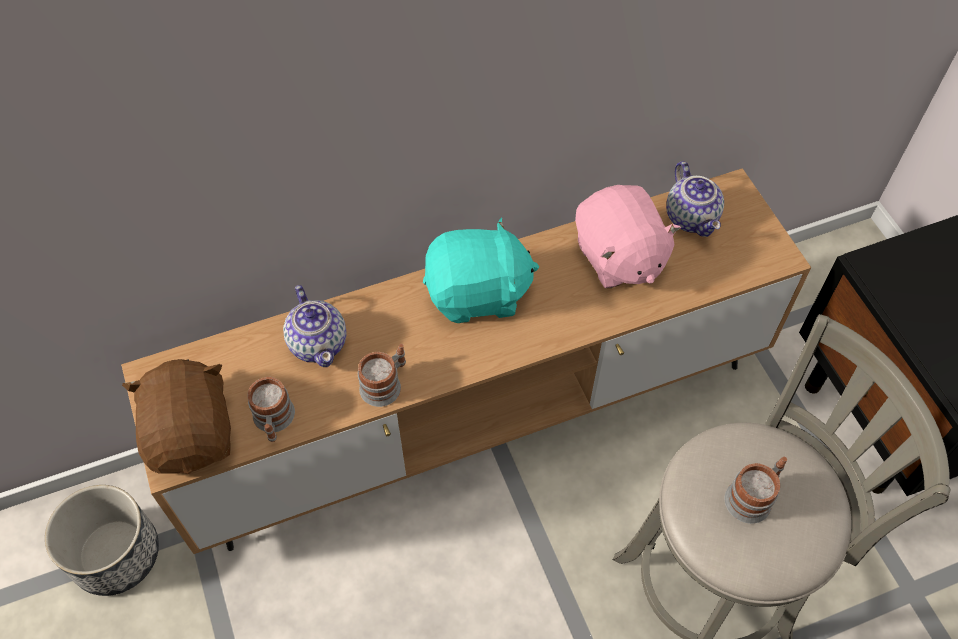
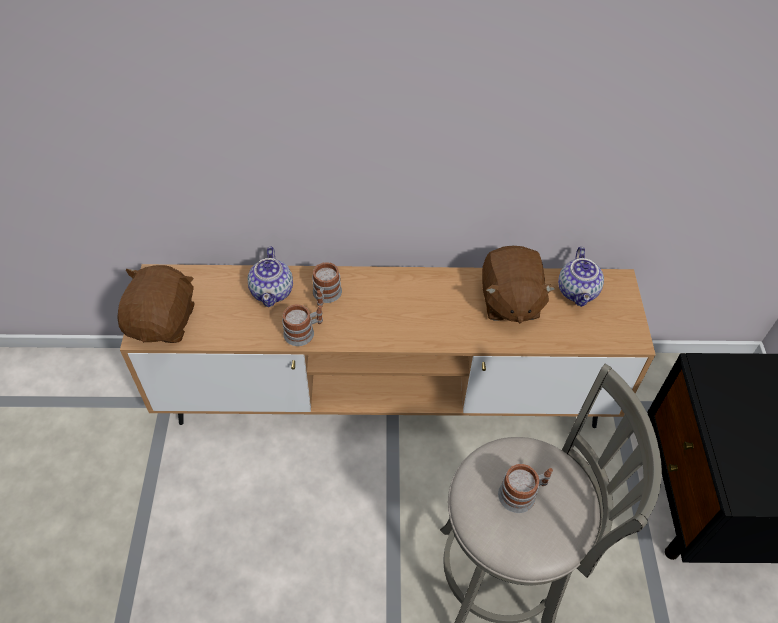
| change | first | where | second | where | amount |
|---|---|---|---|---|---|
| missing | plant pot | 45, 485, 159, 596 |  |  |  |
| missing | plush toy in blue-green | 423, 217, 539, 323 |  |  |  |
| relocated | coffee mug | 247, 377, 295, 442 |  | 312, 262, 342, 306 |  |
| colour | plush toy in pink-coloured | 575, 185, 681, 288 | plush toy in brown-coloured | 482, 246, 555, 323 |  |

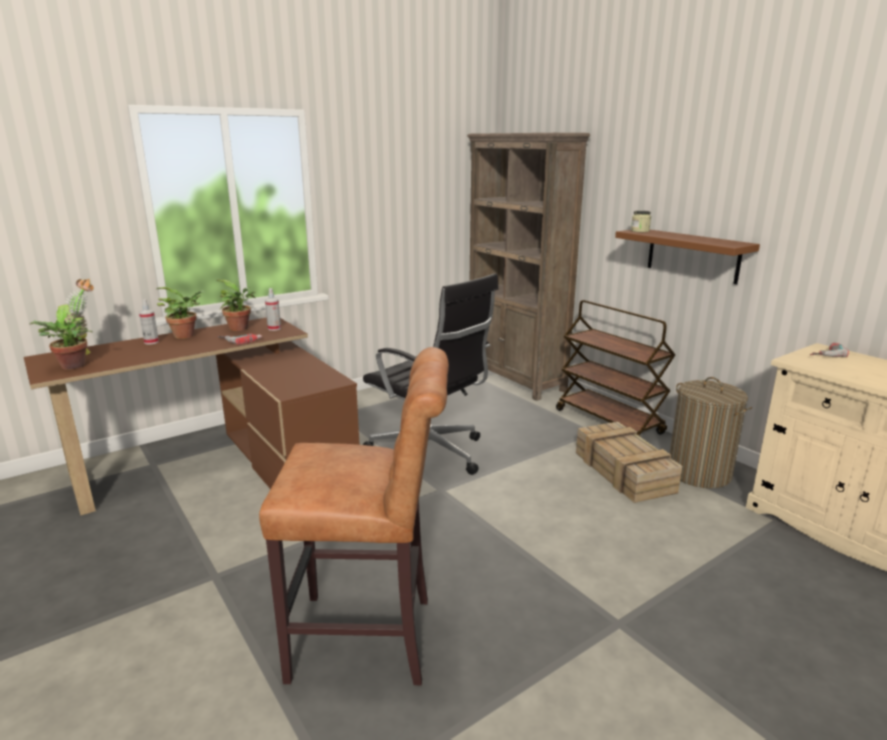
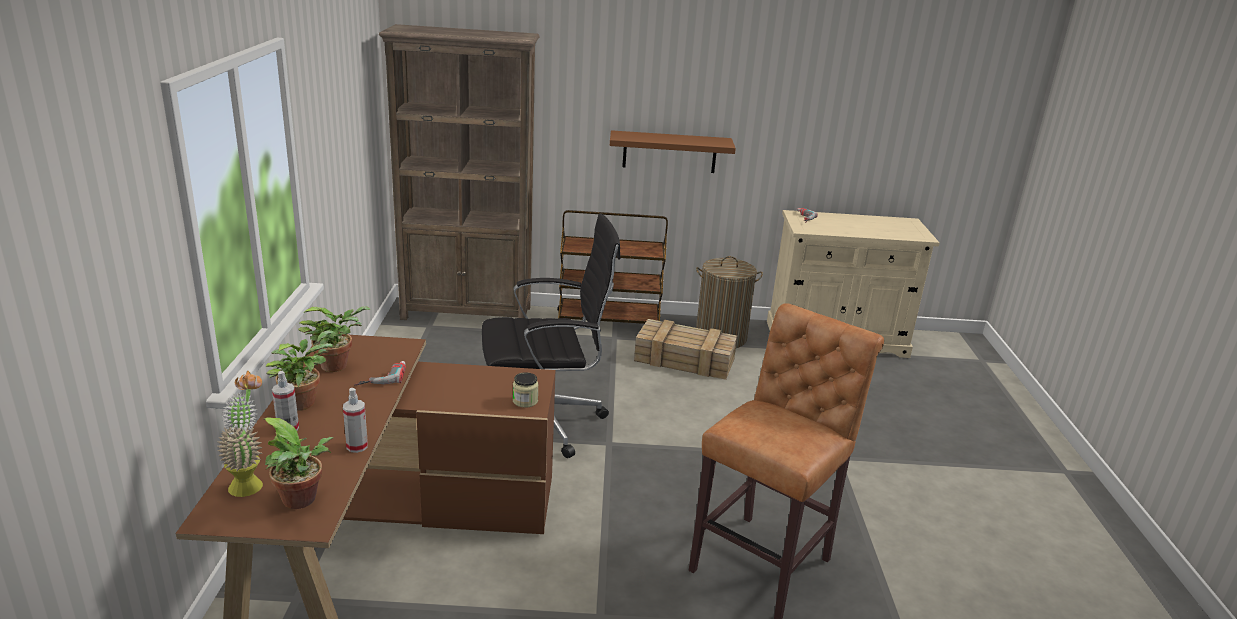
| change | first | where | second | where | amount |
|---|---|---|---|---|---|
| relocated | sprayer | 265, 288, 281, 331 |  | 343, 388, 368, 453 |  |
| relocated | preserve jar | 631, 211, 651, 232 |  | 513, 372, 539, 408 |  |

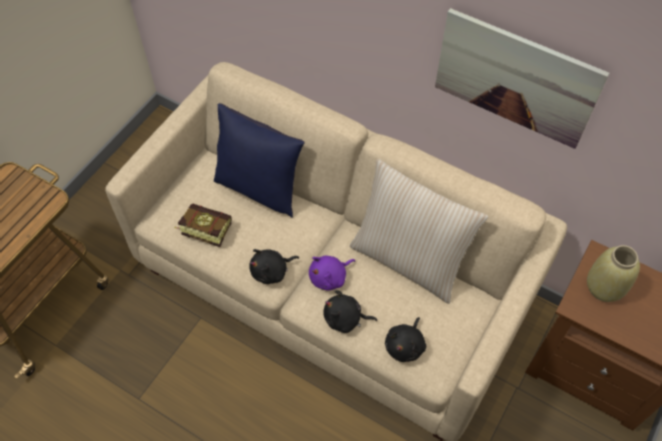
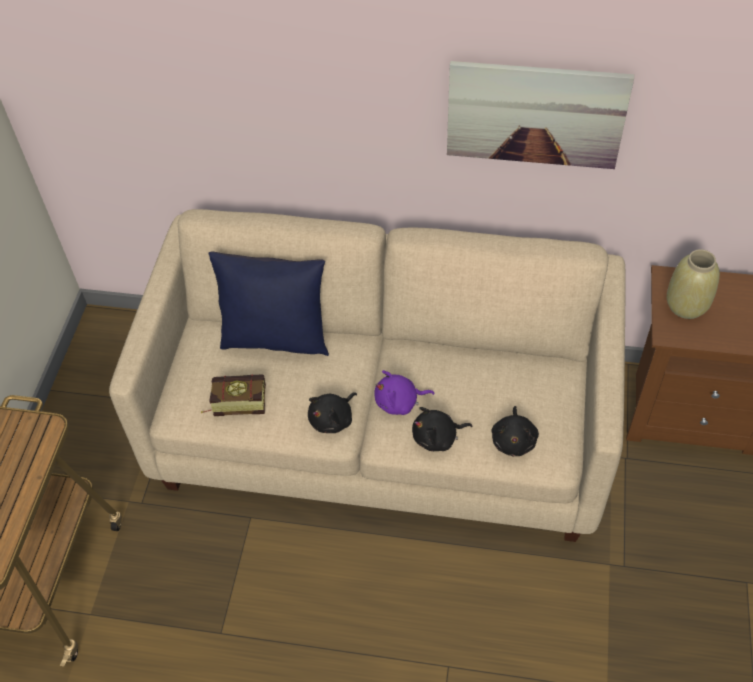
| change | first | where | second | where | amount |
|---|---|---|---|---|---|
| missing | cushion in beige | 350, 159, 488, 304 |  |  |  |
| spun | plush toy in purplish | 309, 256, 355, 291 |  | 374, 370, 435, 415 | 45 degrees clockwise |

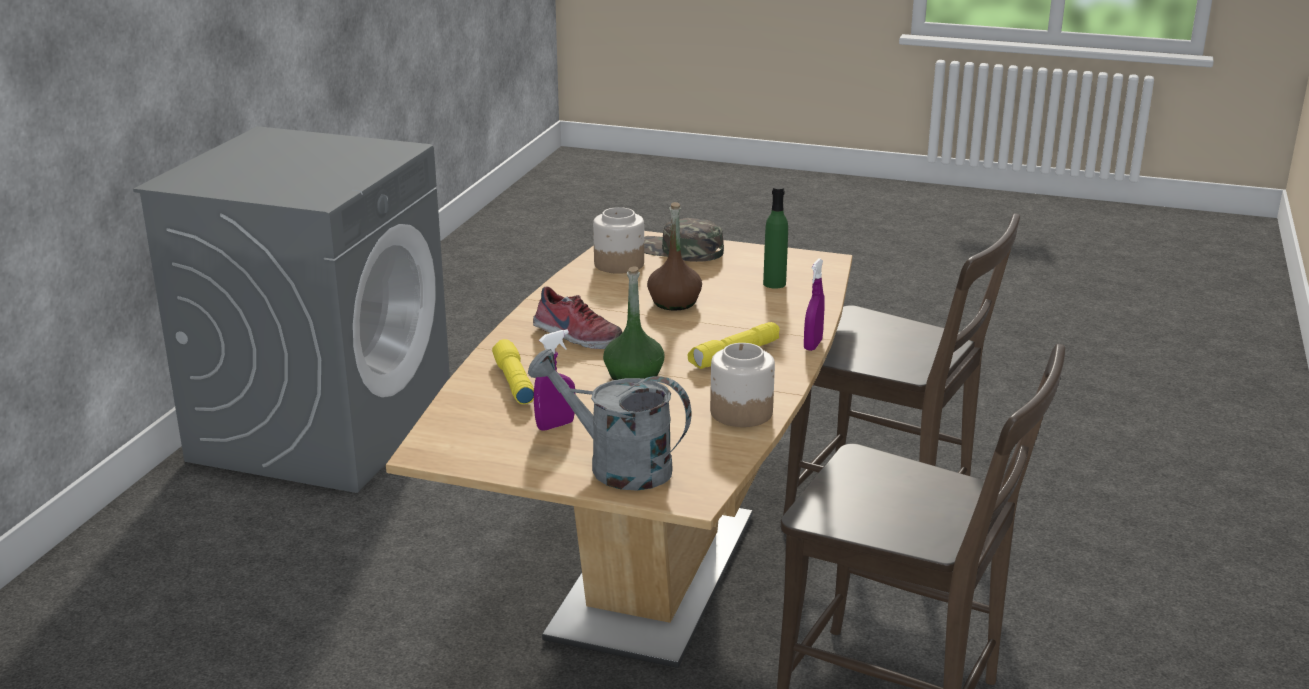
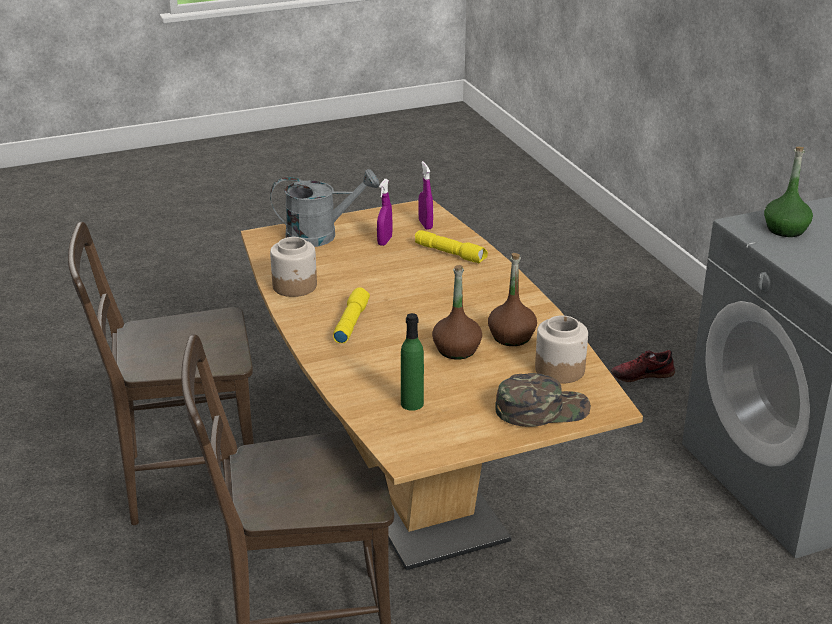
| change | first | where | second | where | amount |
|---|---|---|---|---|---|
| appeared |  |  | beverage bottle in brown-coloured | 488, 253, 537, 346 |  |
| relocated | shoe | 533, 286, 622, 349 |  | 611, 350, 675, 383 |  |
| relocated | beverage bottle in green-coloured | 603, 266, 665, 380 |  | 764, 147, 813, 237 |  |
| relocated | sprayer in purplish | 804, 258, 825, 351 |  | 418, 161, 433, 230 |  |

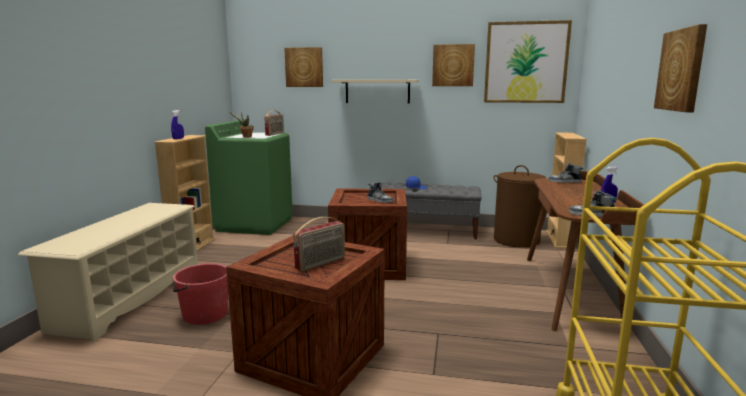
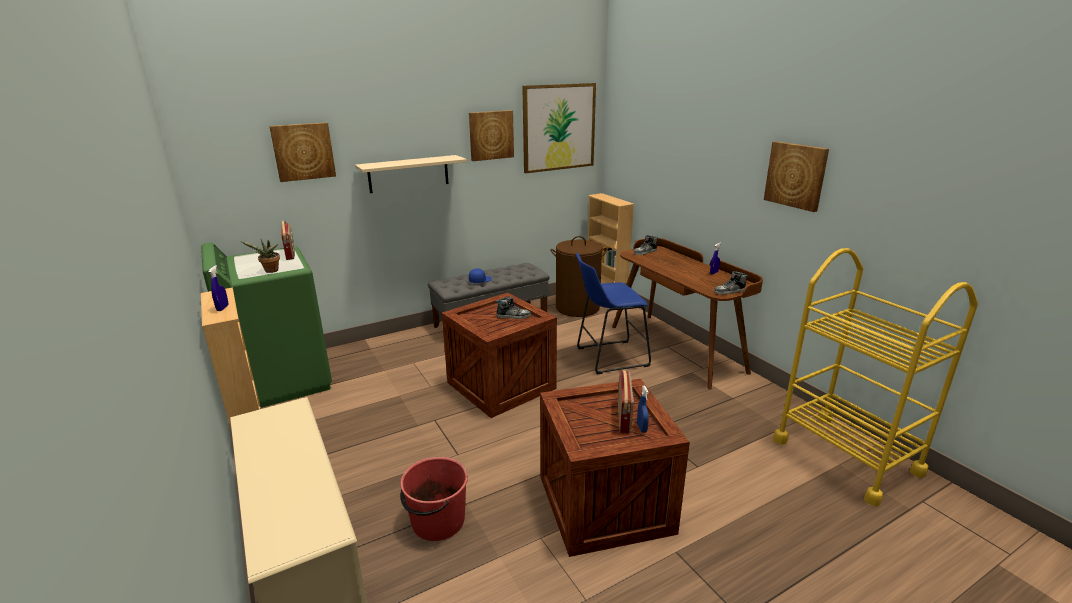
| change | first | where | second | where | amount |
|---|---|---|---|---|---|
| appeared |  |  | stool seat in blue | 576, 253, 651, 375 |  |
| appeared |  |  | sprayer in blue | 637, 385, 649, 433 |  |

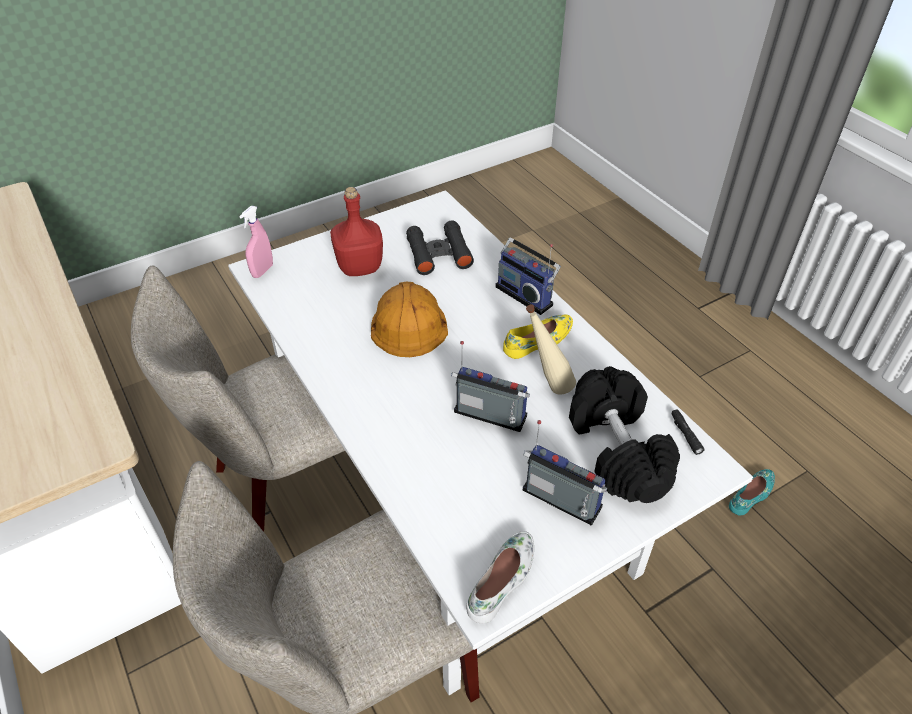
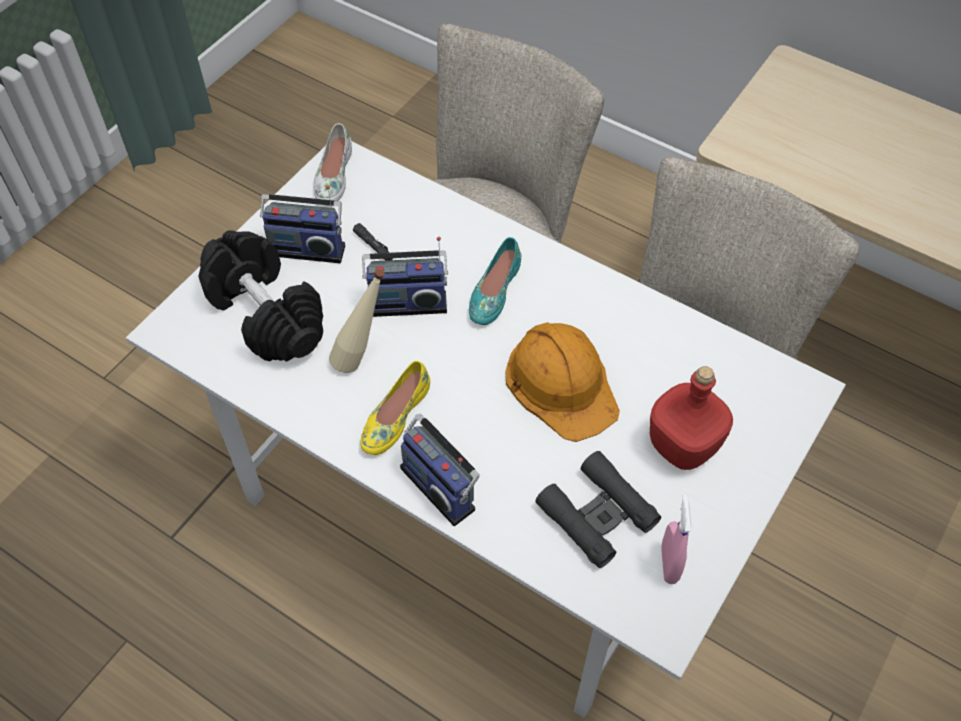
| change | first | where | second | where | amount |
|---|---|---|---|---|---|
| relocated | sprayer in pink-coloured | 239, 206, 273, 278 |  | 661, 495, 691, 584 |  |
| relocated | flashlight in black-coloured | 671, 409, 704, 455 |  | 353, 223, 393, 261 |  |
| relocated | shoe in blue-green | 729, 469, 775, 516 |  | 469, 237, 521, 325 |  |
| spun | radio receiver | 495, 238, 561, 315 |  | 400, 414, 480, 526 | 150 degrees counterclockwise |

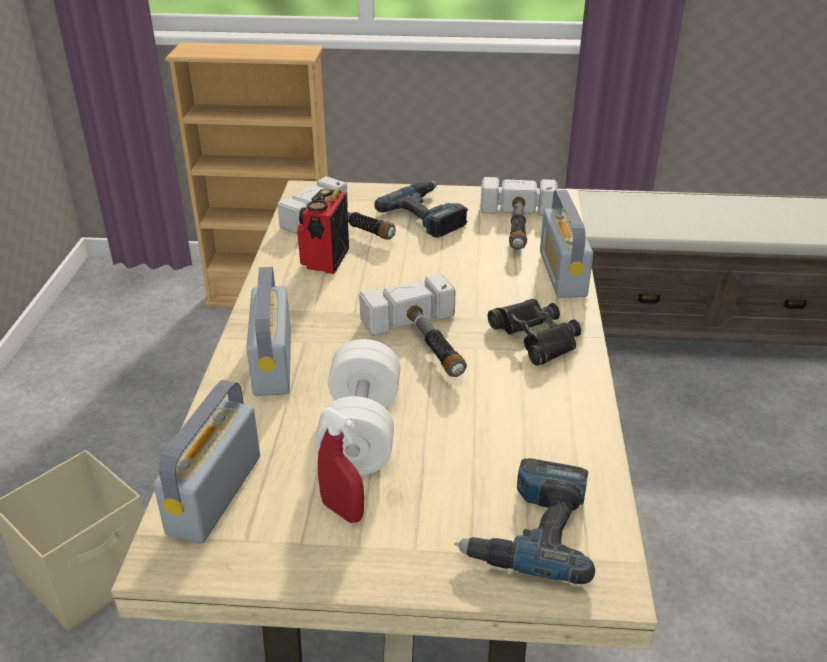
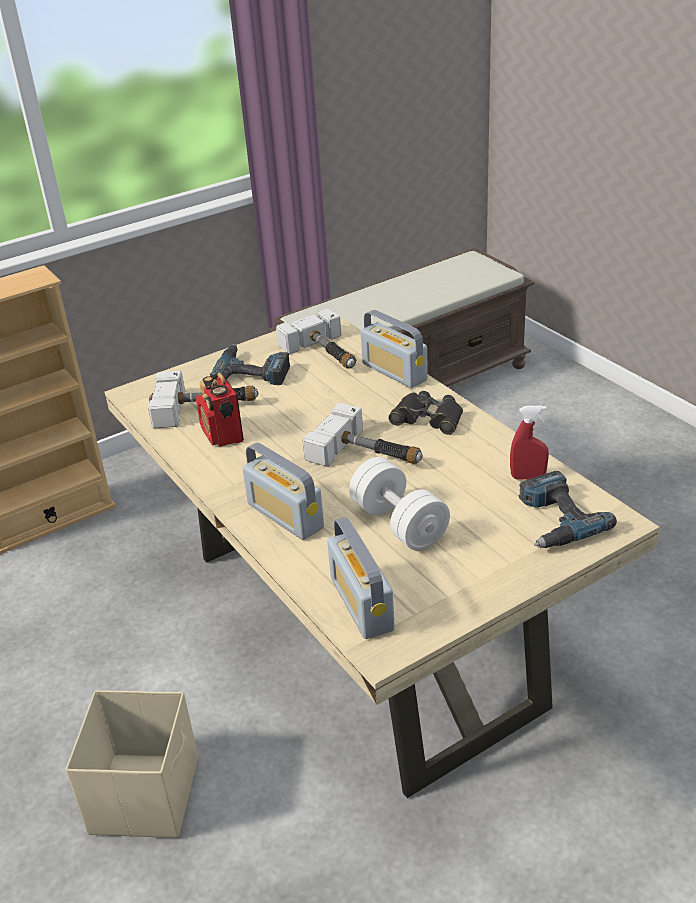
| change | first | where | second | where | amount |
|---|---|---|---|---|---|
| relocated | sprayer in red | 318, 407, 364, 523 |  | 510, 405, 549, 479 |  |

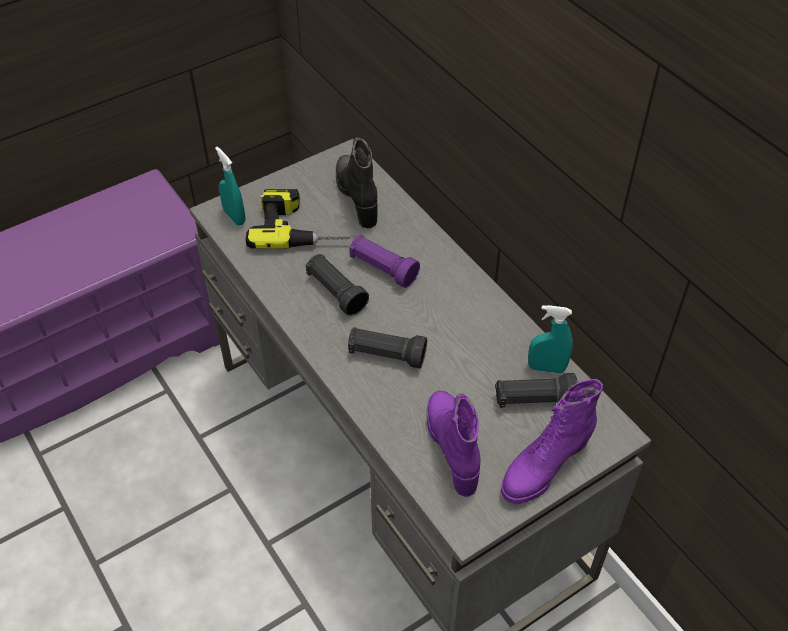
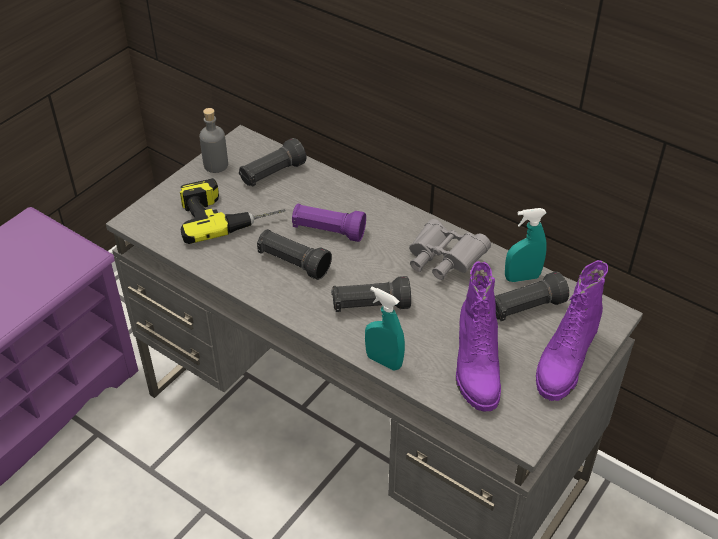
| change | first | where | second | where | amount |
|---|---|---|---|---|---|
| appeared |  |  | beverage bottle in grey | 199, 108, 228, 173 |  |
| appeared |  |  | field glasses in grey | 409, 219, 491, 280 |  |
| relocated | sprayer in blue-green | 215, 147, 245, 226 |  | 365, 287, 405, 371 |  |
| exchanged | high-top boot in black-coloured | 336, 137, 377, 228 | flashlight in black-coloured | 239, 138, 306, 187 |  |
| spun | high-top boot in purplish | 427, 391, 480, 497 |  | 456, 261, 501, 412 | 150 degrees counterclockwise |

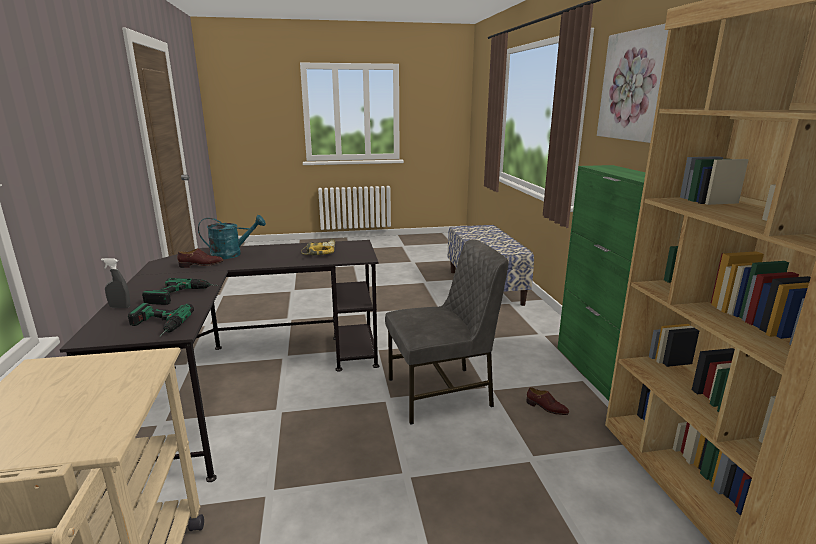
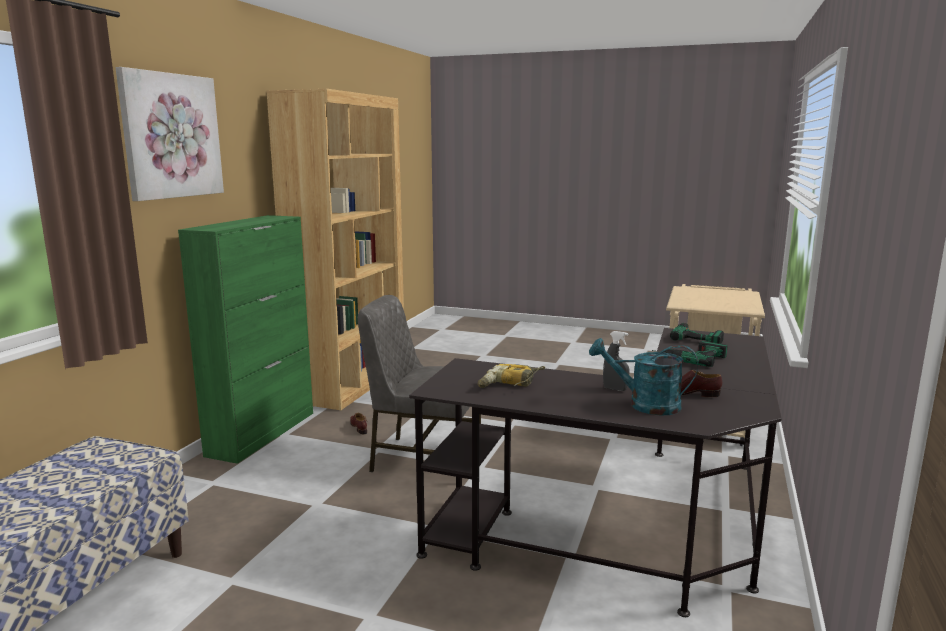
| change | first | where | second | where | amount |
|---|---|---|---|---|---|
| relocated | sprayer in grey | 101, 258, 131, 308 |  | 603, 331, 629, 391 |  |

